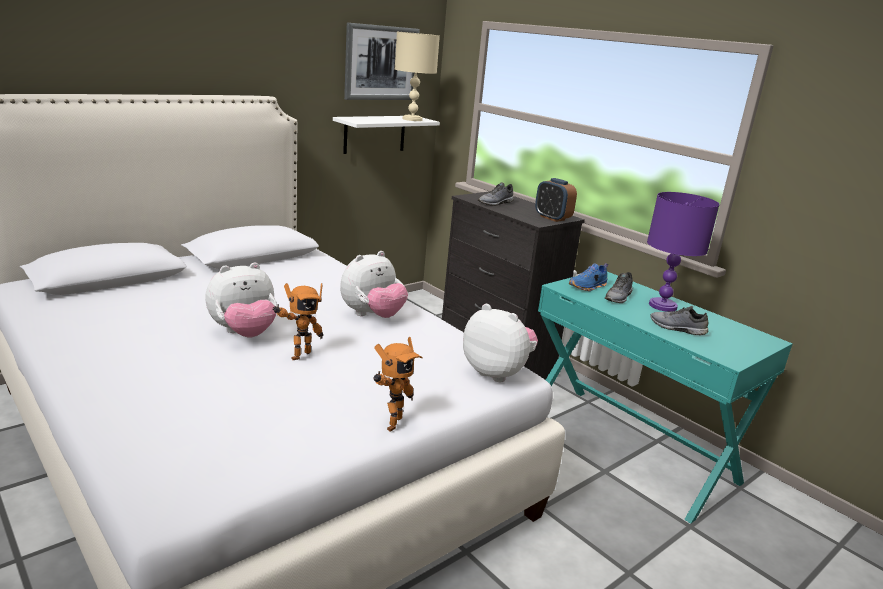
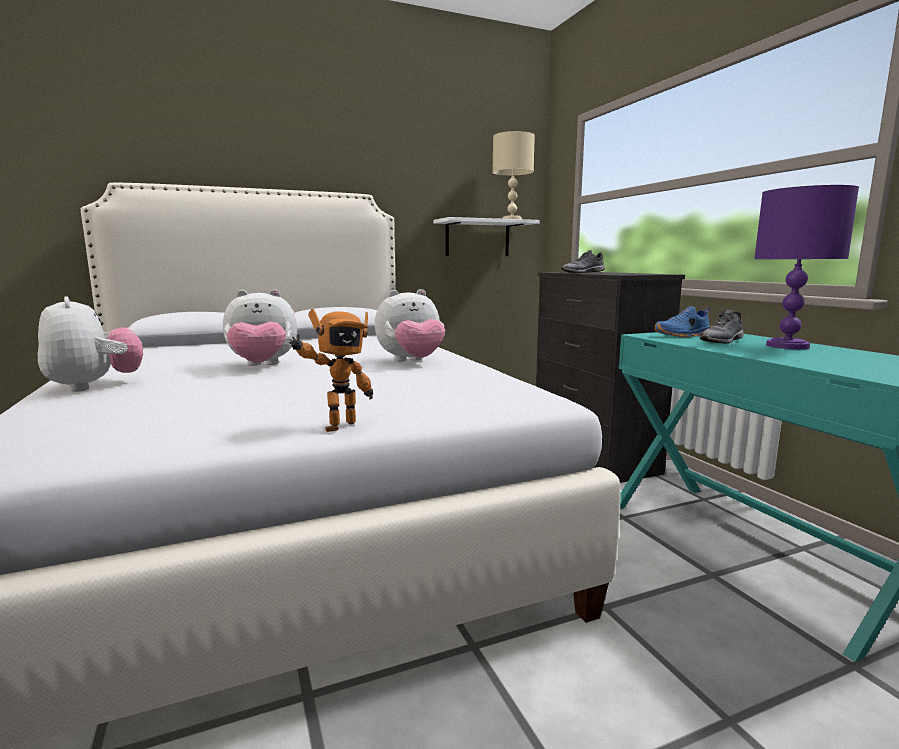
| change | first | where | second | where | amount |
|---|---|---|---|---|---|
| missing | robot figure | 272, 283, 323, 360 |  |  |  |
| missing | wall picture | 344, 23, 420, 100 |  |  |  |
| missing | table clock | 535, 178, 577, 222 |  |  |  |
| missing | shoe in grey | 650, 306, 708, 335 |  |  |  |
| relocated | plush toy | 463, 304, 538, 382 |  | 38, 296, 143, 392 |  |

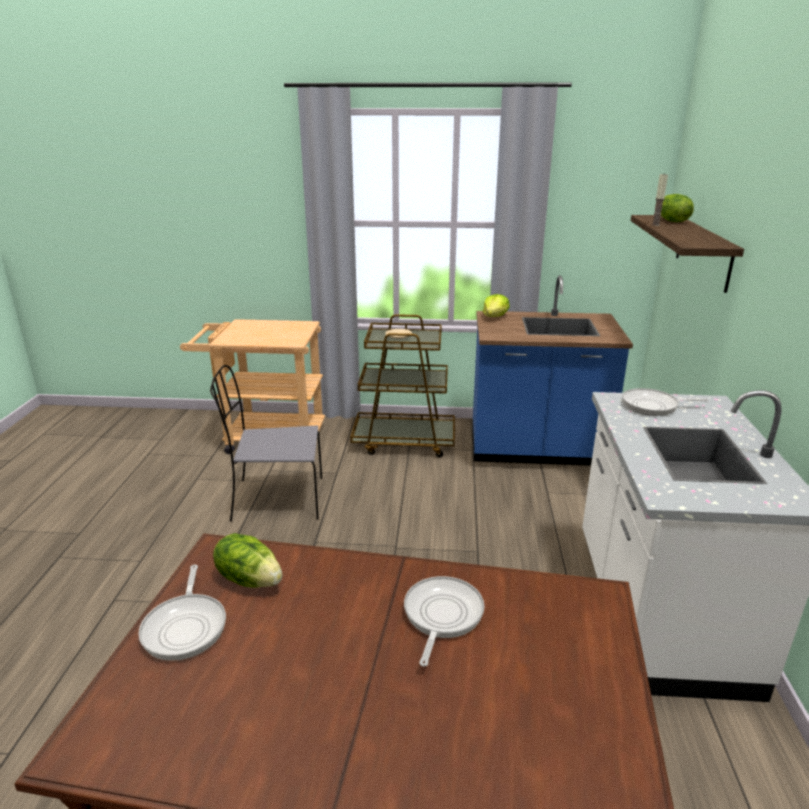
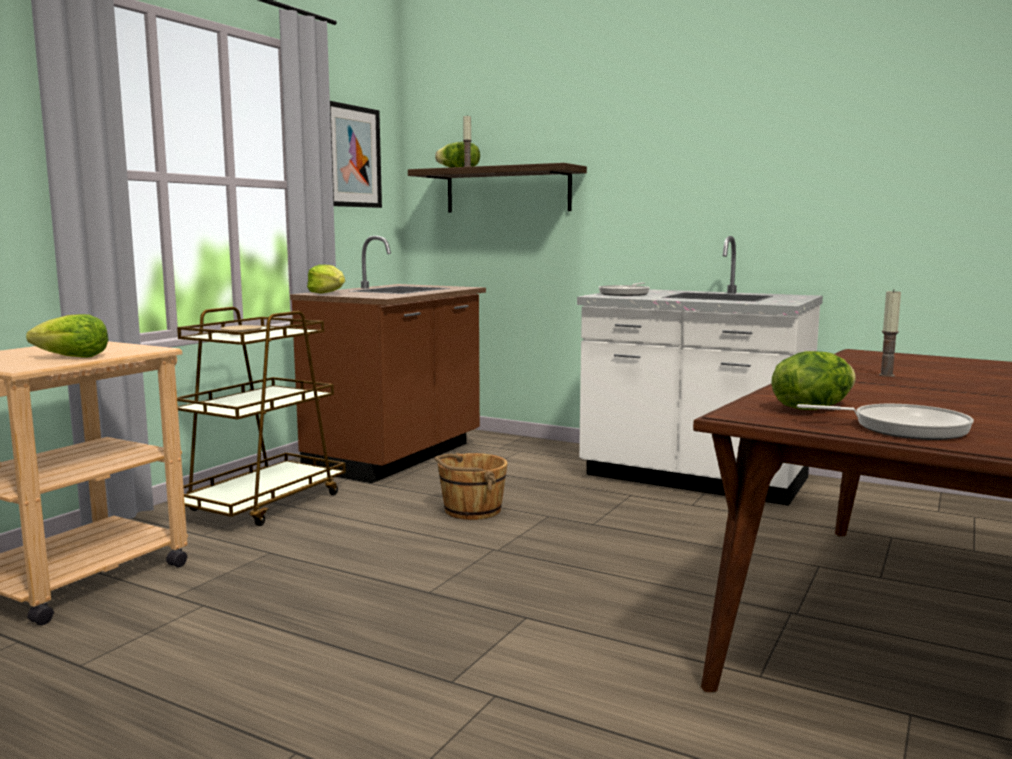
| change | first | where | second | where | amount |
|---|---|---|---|---|---|
| missing | chair in grey | 210, 365, 322, 521 |  |  |  |
| appeared |  |  | head of lettuce | 26, 314, 108, 358 |  |
| appeared |  |  | wall picture | 330, 101, 382, 208 |  |
| appeared |  |  | pail in brown-coloured | 434, 453, 508, 520 |  |
| exchanged | pan | 404, 576, 484, 666 | wax candle | 879, 289, 901, 377 |  |
| colour | kitchen base unit in blue | 472, 275, 633, 466 | kitchen base unit in brown-coloured | 290, 236, 486, 483 |  |

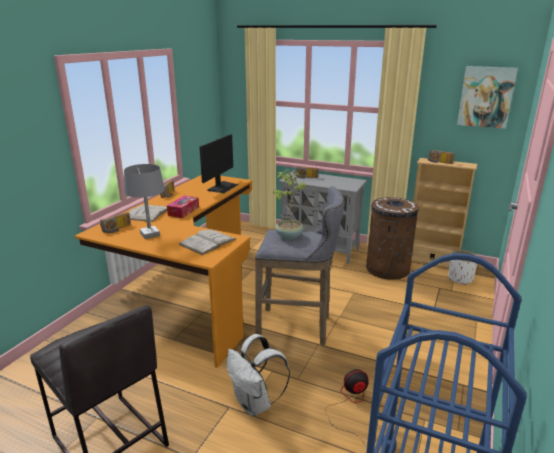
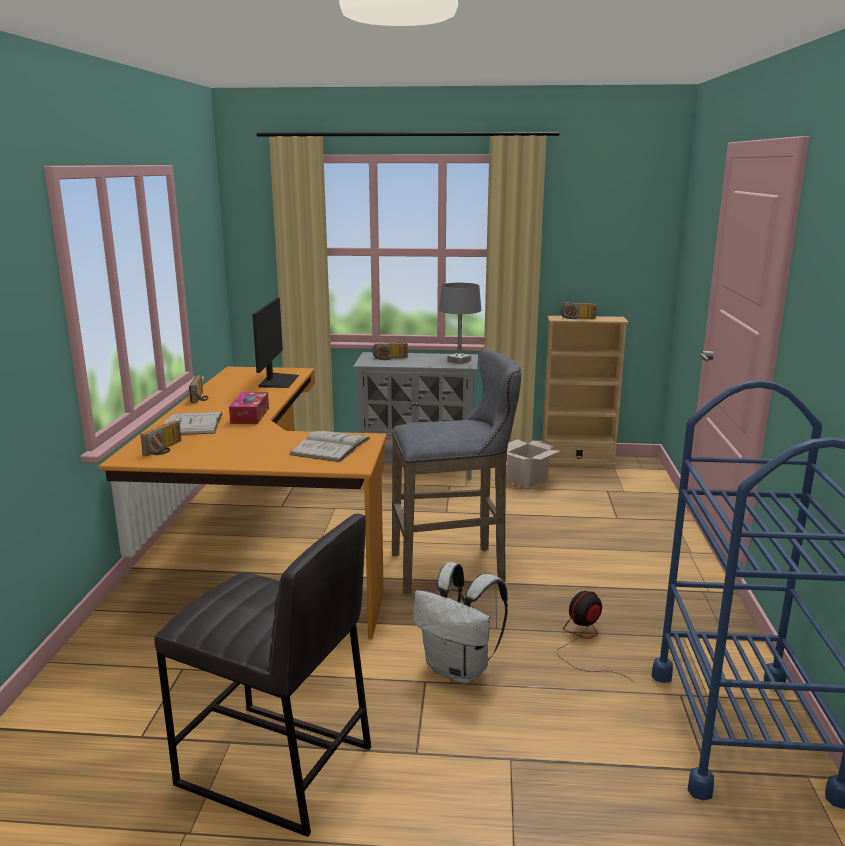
| change | first | where | second | where | amount |
|---|---|---|---|---|---|
| missing | houseplant | 273, 170, 307, 240 |  |  |  |
| missing | plant pot in white-coloured | 448, 250, 478, 285 |  |  |  |
| missing | wall picture | 457, 66, 518, 129 |  |  |  |
| relocated | lamp for a table in grey | 124, 164, 165, 239 |  | 439, 283, 481, 364 |  |
| exchanged | waste bin in brown-coloured | 366, 197, 419, 280 | packing box | 507, 439, 560, 488 |  |

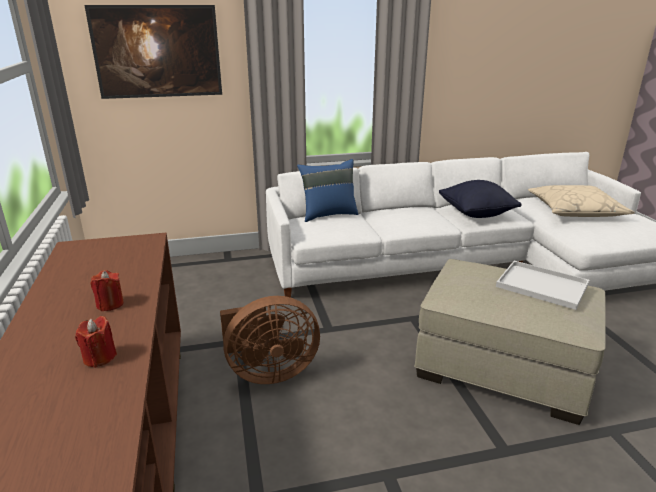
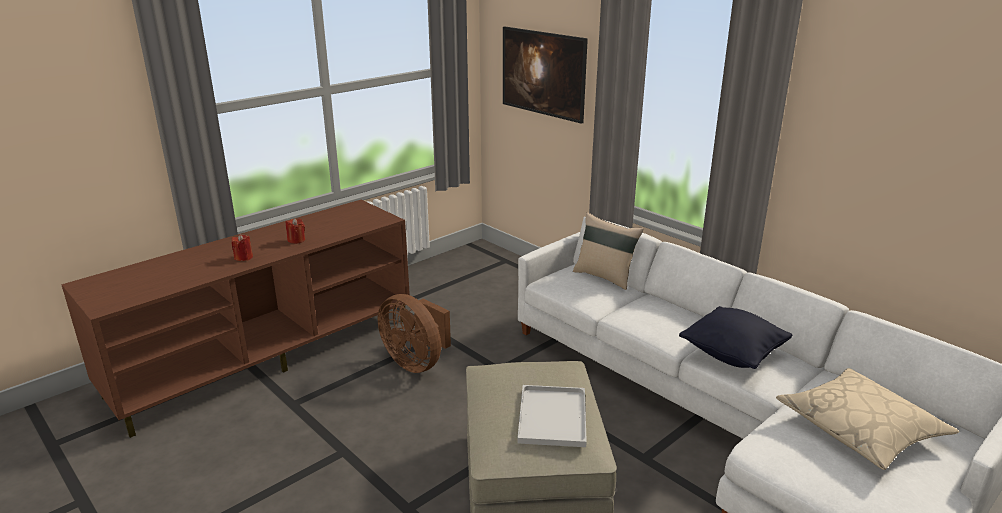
| change | first | where | second | where | amount |
|---|---|---|---|---|---|
| colour | cushion in blue | 297, 159, 358, 222 | cushion in beige | 573, 212, 643, 290 |  |

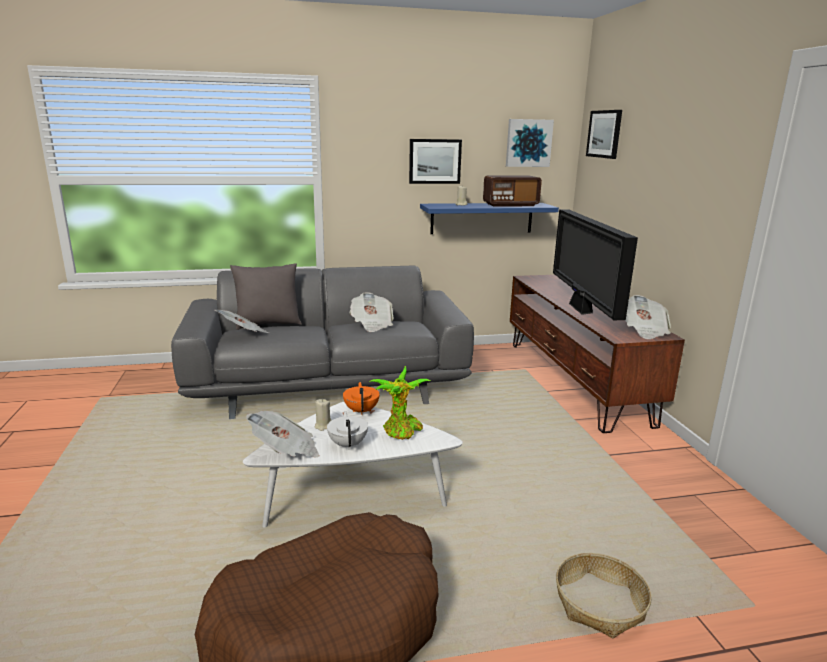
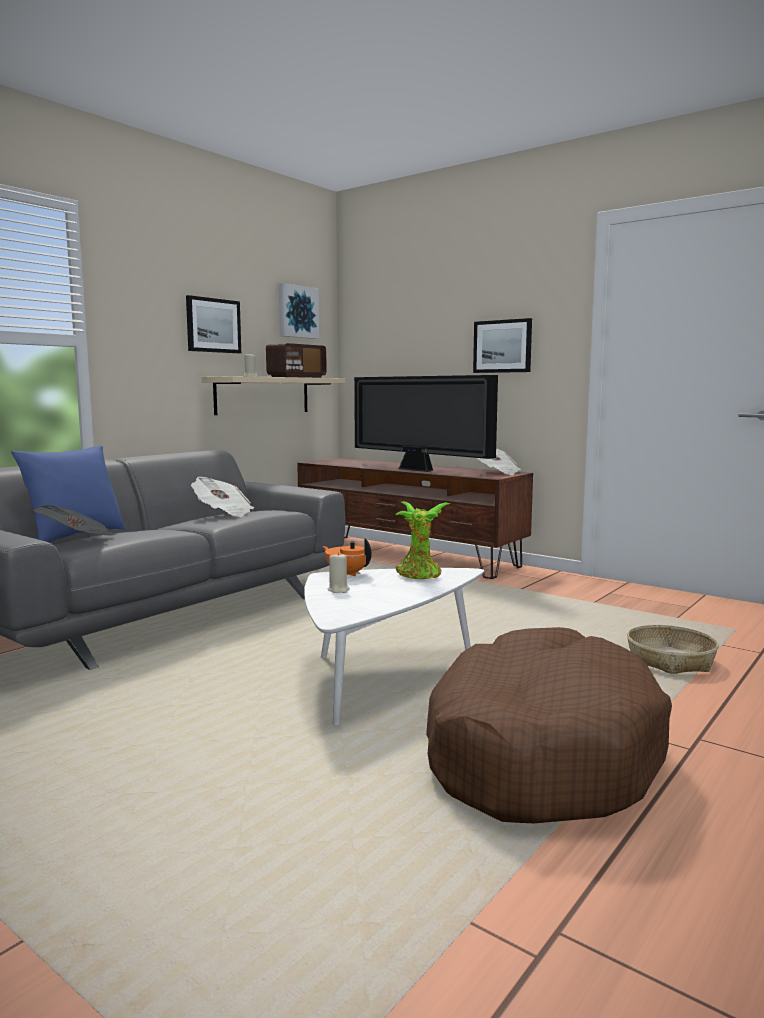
| change | first | where | second | where | amount |
|---|---|---|---|---|---|
| missing | daily paper | 246, 411, 319, 457 |  |  |  |
| missing | pot for tea in white-coloured | 327, 411, 368, 450 |  |  |  |
| relocated | wall picture | 586, 110, 622, 159 |  | 473, 318, 532, 373 |  |
| colour | cushion in grey | 230, 264, 302, 330 | cushion in blue | 11, 445, 126, 542 |  |
| colour | shelf in blue | 420, 203, 559, 234 | shelf in beige | 201, 376, 345, 415 |  |

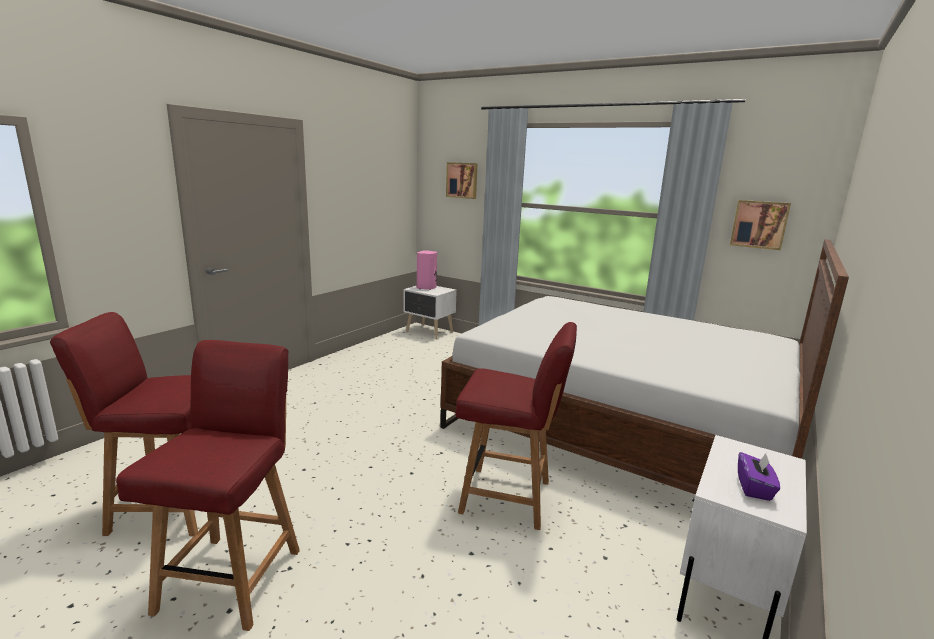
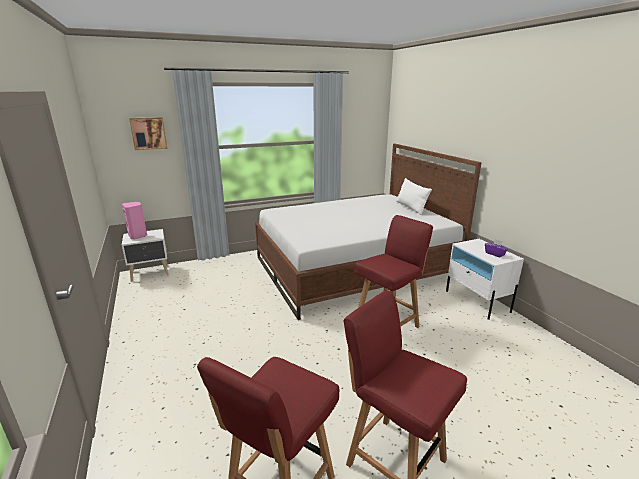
| change | first | where | second | where | amount |
|---|---|---|---|---|---|
| missing | wall picture | 730, 200, 791, 250 |  |  |  |
| appeared |  |  | cushion in white-coloured | 396, 178, 432, 215 |  |

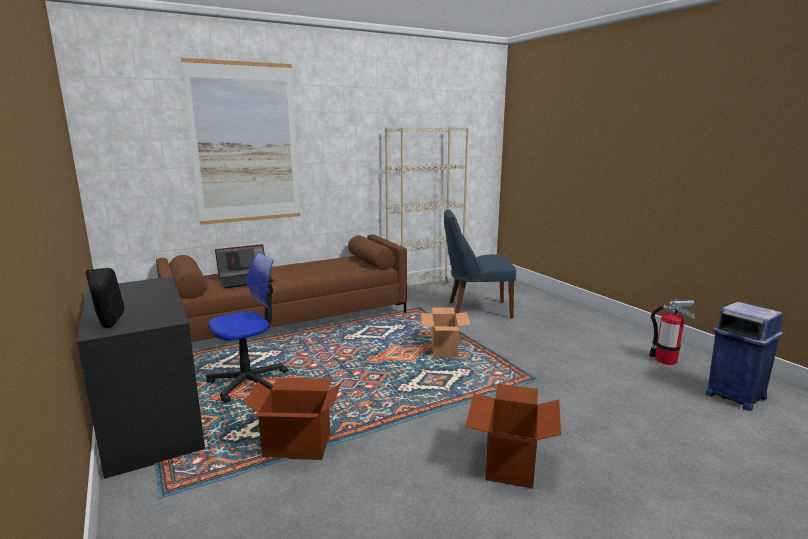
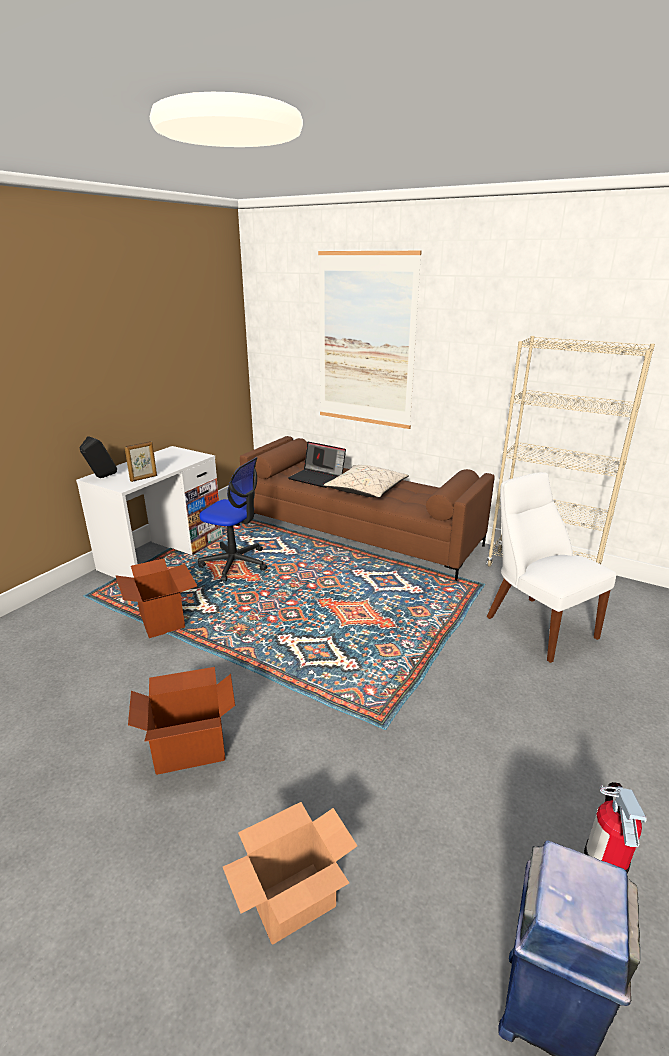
| change | first | where | second | where | amount |
|---|---|---|---|---|---|
| appeared |  |  | photo frame | 125, 441, 157, 482 |  |
| appeared |  |  | cushion in beige | 324, 465, 409, 498 |  |
| relocated | packing box | 421, 307, 471, 357 |  | 223, 802, 357, 945 |  |
| colour | desk in black-coloured | 77, 276, 205, 479 | desk in white-coloured | 76, 446, 223, 578 |  |
| colour | chair in blue | 444, 209, 516, 318 | chair in white-coloured | 487, 472, 616, 663 |  |

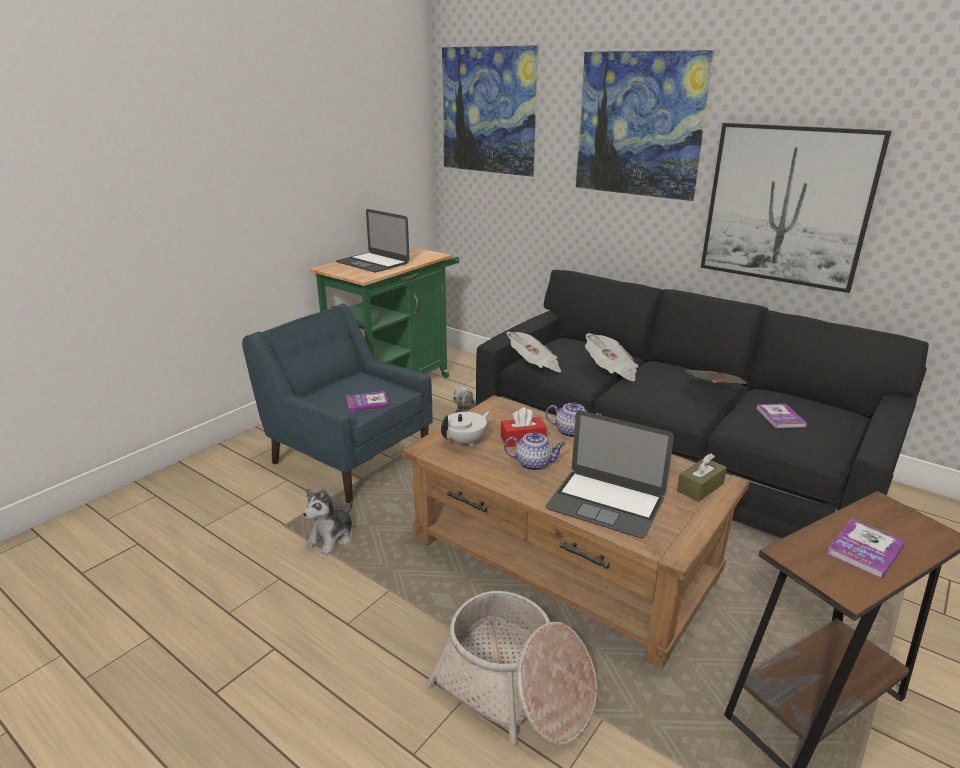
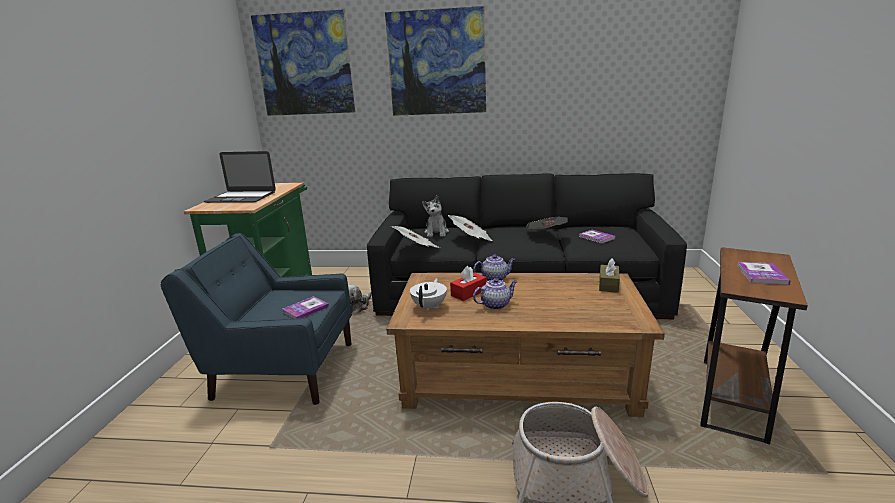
| change | first | where | second | where | amount |
|---|---|---|---|---|---|
| missing | notebook computer | 546, 411, 674, 538 |  |  |  |
| missing | wall picture | 701, 123, 891, 293 |  |  |  |
| relocated | plush toy | 303, 489, 353, 555 |  | 422, 195, 449, 237 |  |

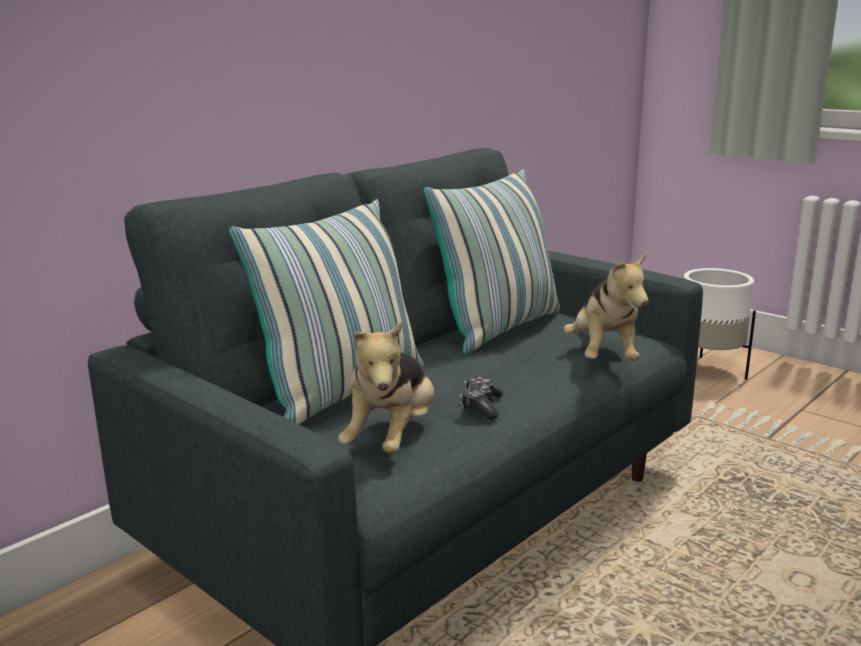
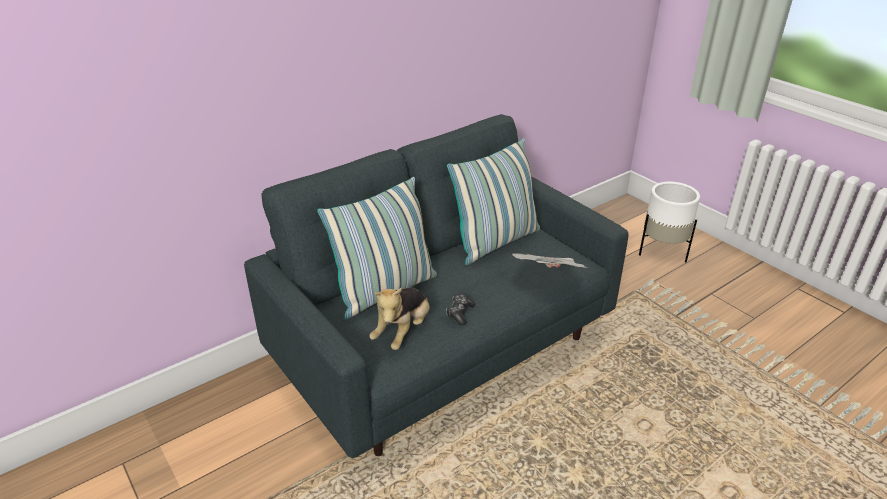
| change | first | where | second | where | amount |
|---|---|---|---|---|---|
| exchanged | plush toy | 564, 253, 648, 361 | daily paper | 512, 253, 588, 268 |  |

